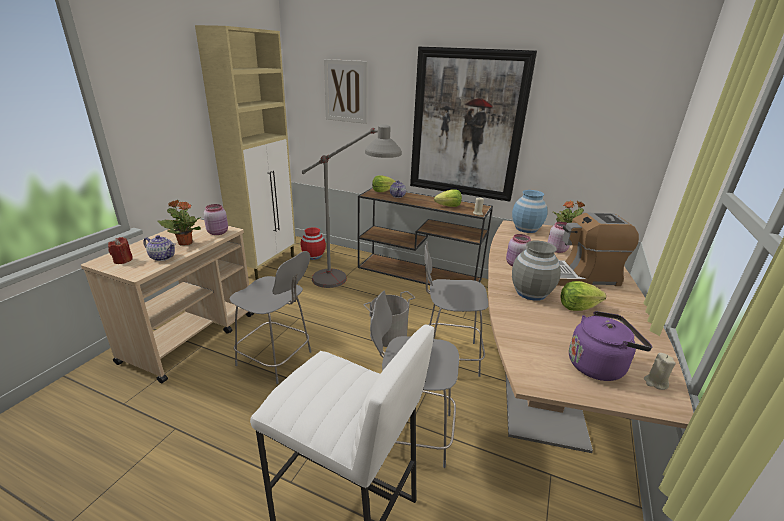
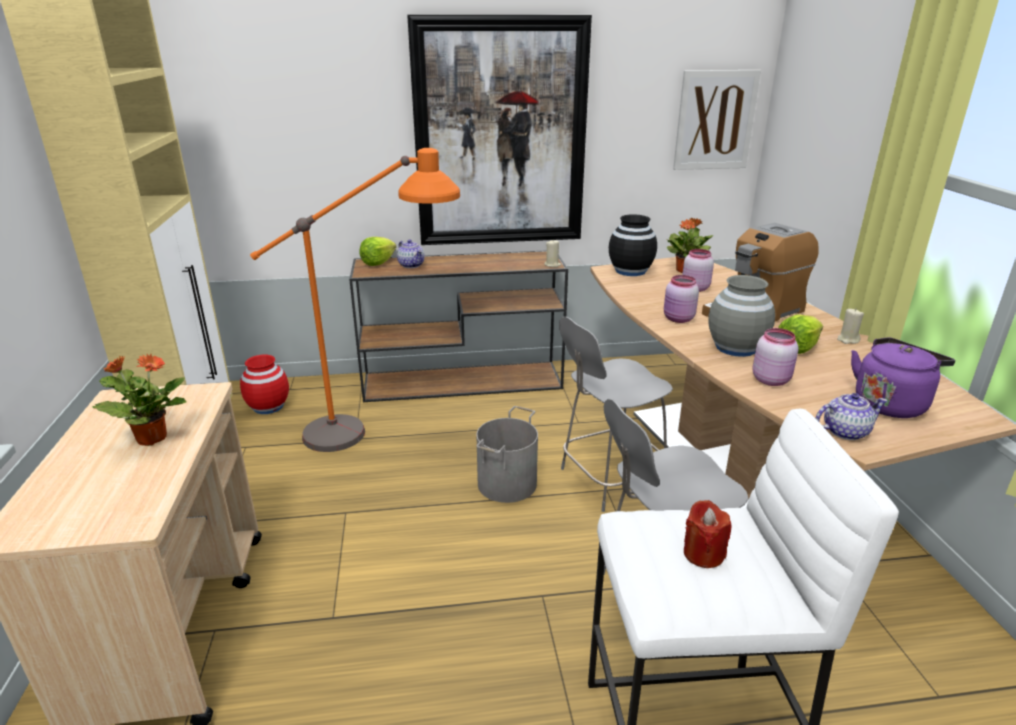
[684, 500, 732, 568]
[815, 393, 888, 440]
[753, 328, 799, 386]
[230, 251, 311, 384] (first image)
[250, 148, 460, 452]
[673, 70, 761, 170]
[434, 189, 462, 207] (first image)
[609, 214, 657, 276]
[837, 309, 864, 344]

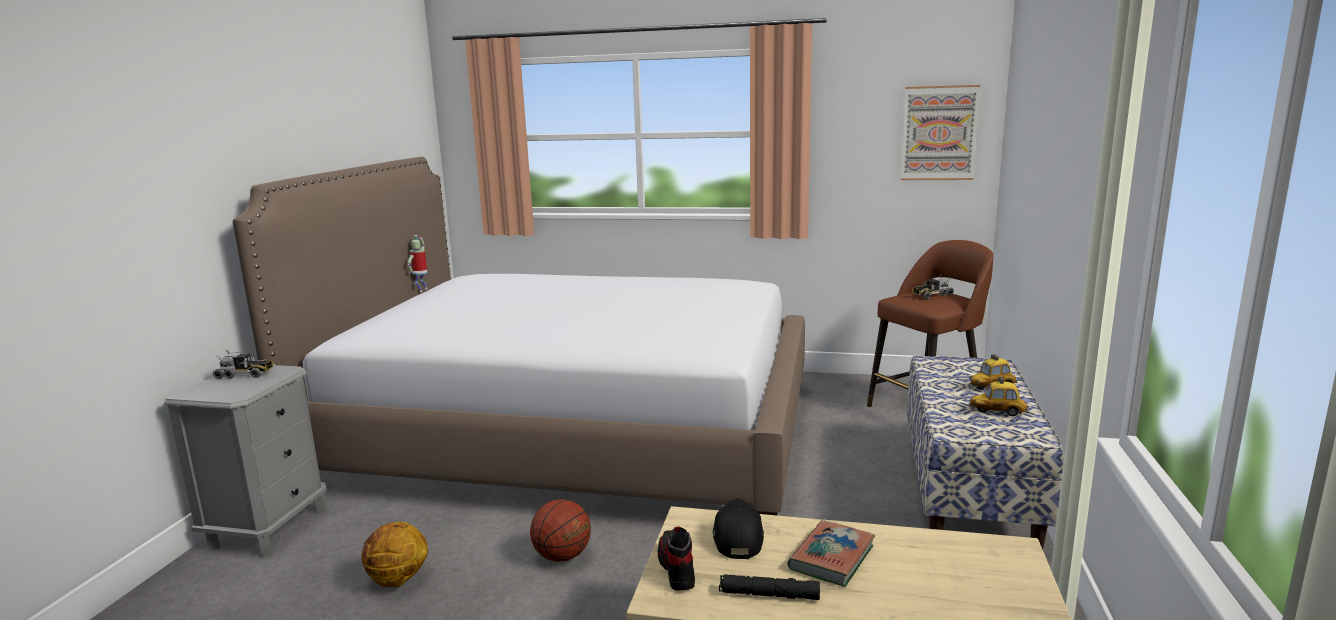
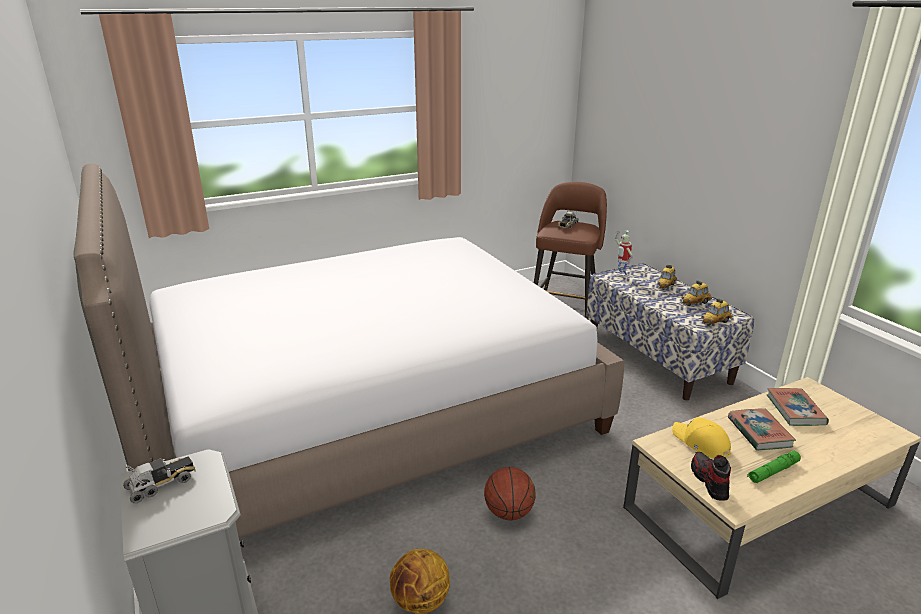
[615, 230, 633, 277]
[691, 452, 731, 501]
[672, 417, 731, 459]
[747, 451, 801, 483]
[901, 85, 980, 180] (first image)
[701, 298, 733, 325]
[767, 388, 829, 426]

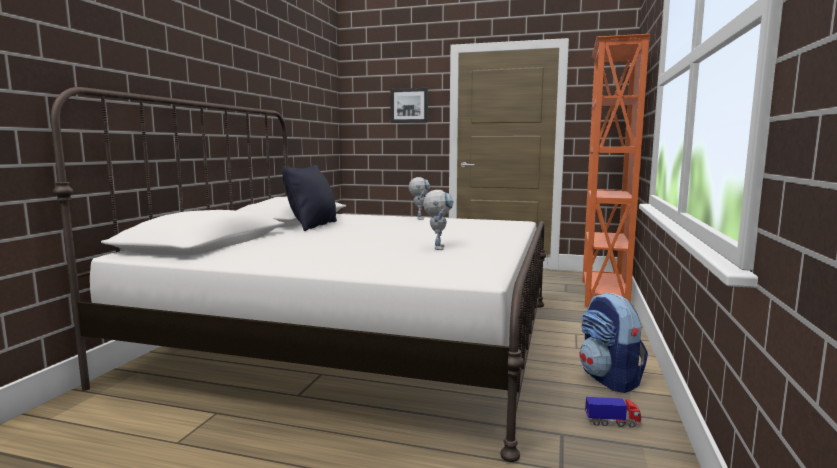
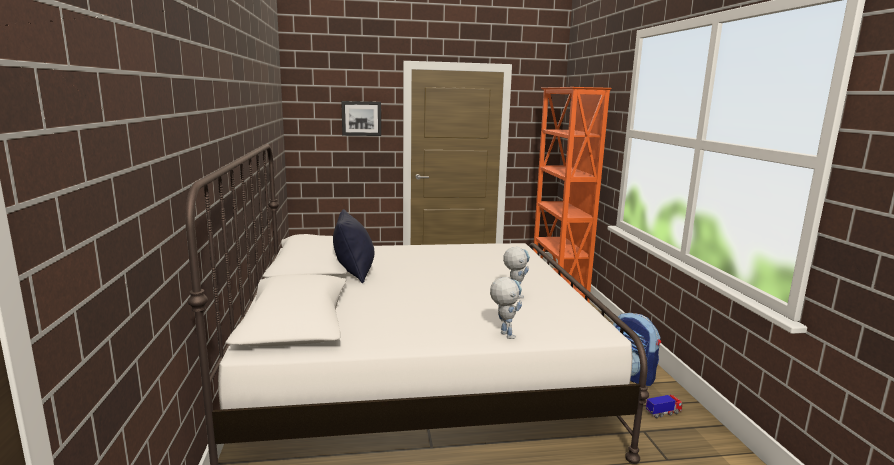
[490, 277, 522, 339]

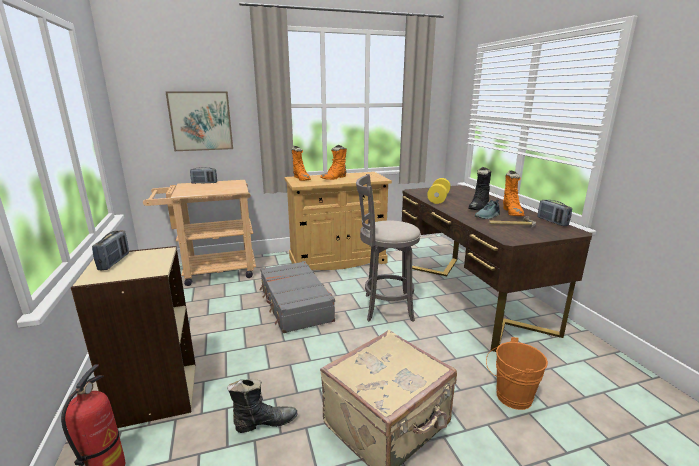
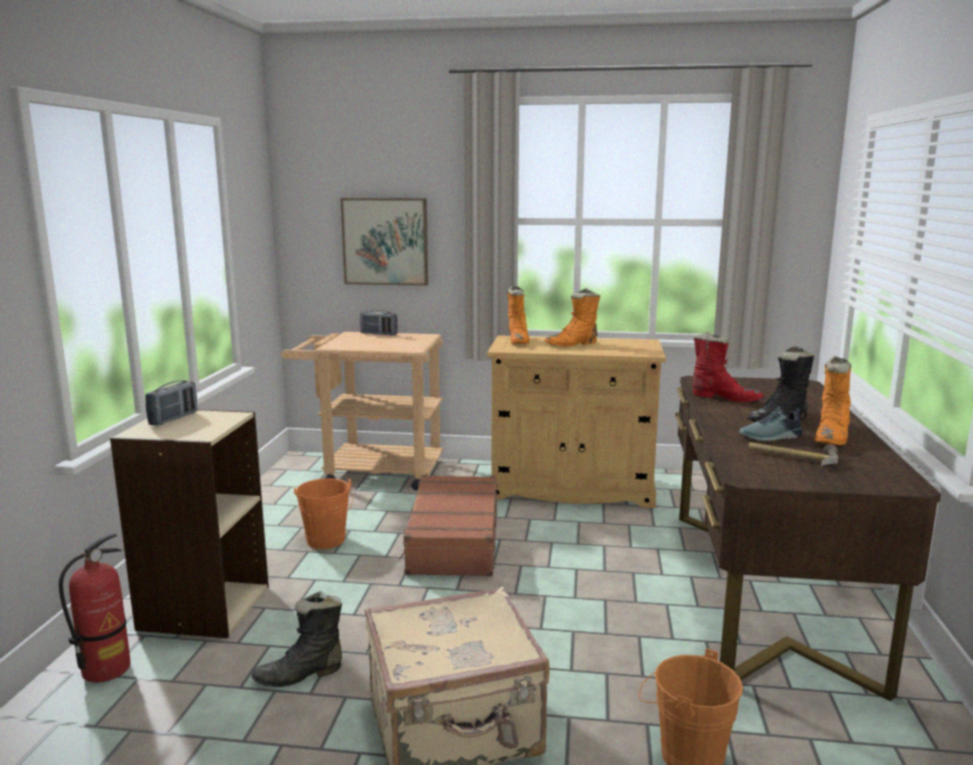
[252, 591, 342, 687]
[399, 475, 498, 576]
[356, 174, 421, 322] (first image)
[692, 332, 763, 402]
[537, 200, 572, 226] (first image)
[294, 478, 353, 549]

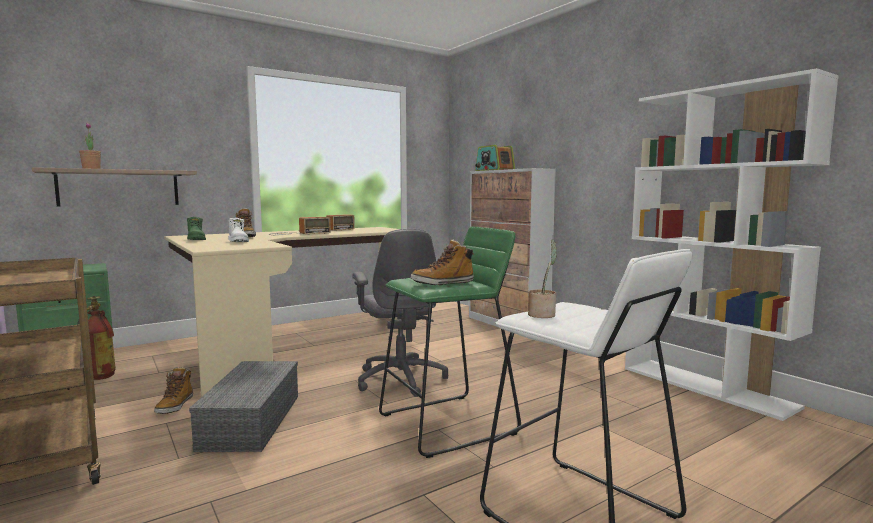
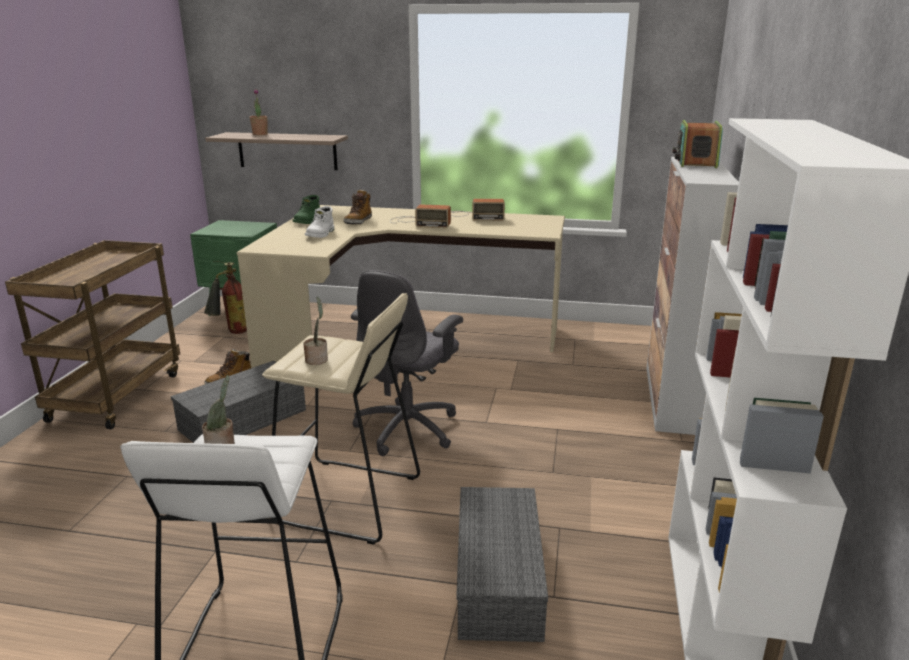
[262, 293, 420, 545]
[303, 297, 328, 365]
[456, 487, 548, 642]

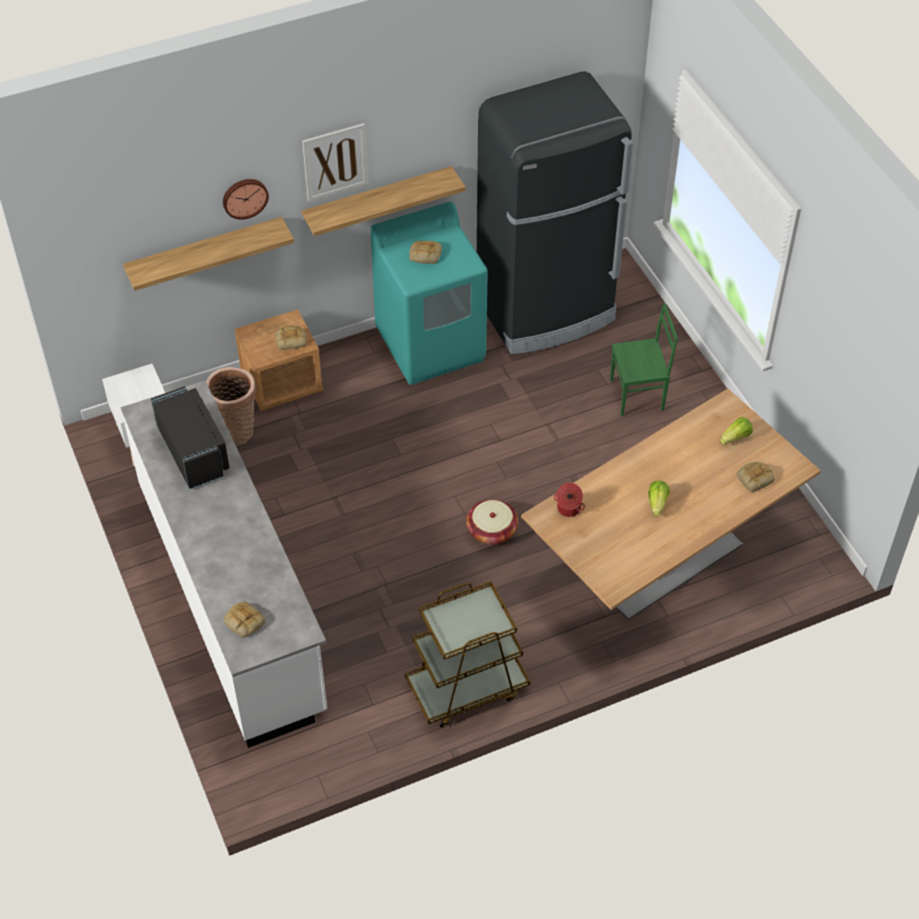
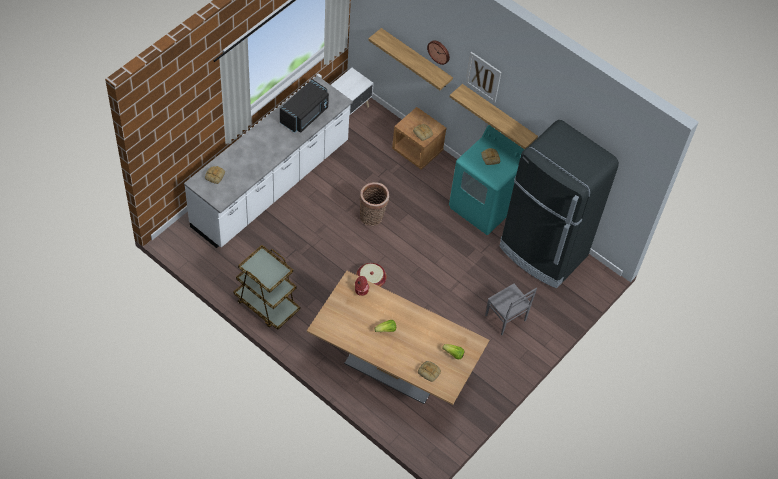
[360, 182, 389, 226]
[485, 284, 537, 335]

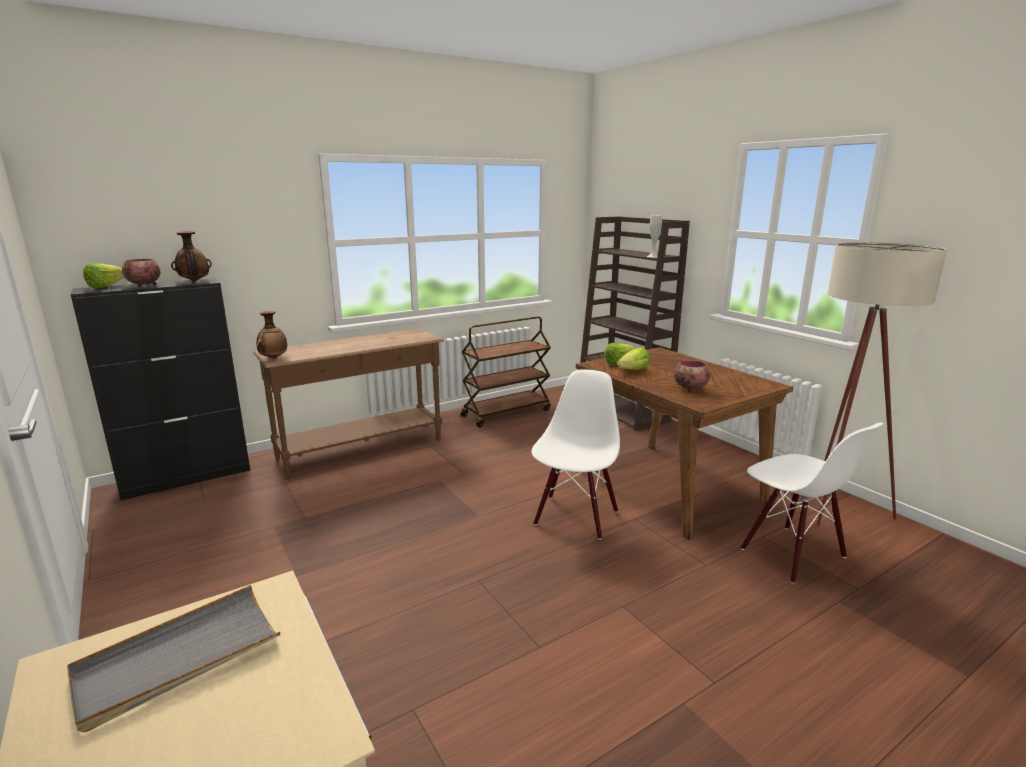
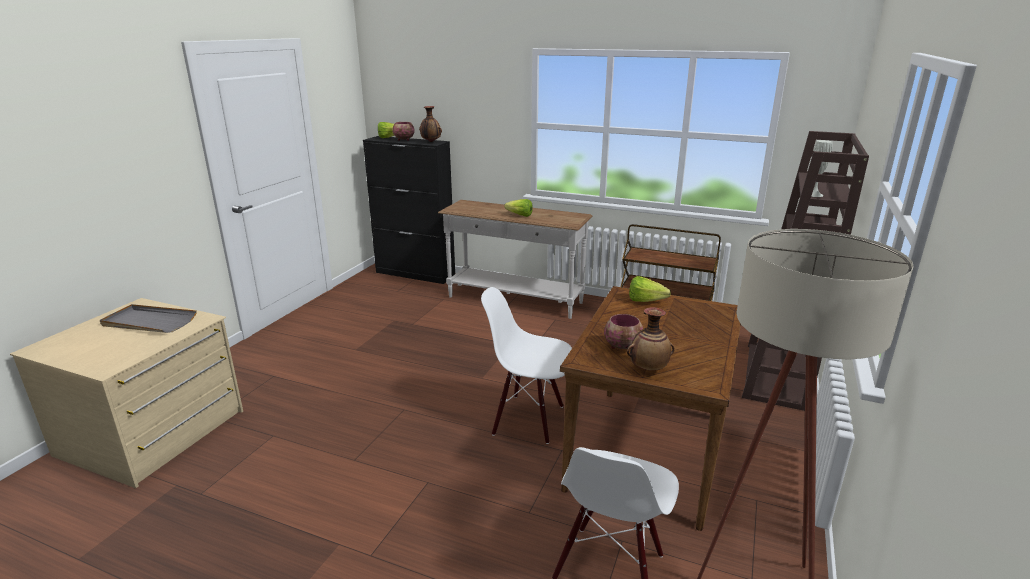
[438, 200, 592, 319]
[627, 307, 675, 371]
[481, 287, 572, 444]
[504, 199, 533, 217]

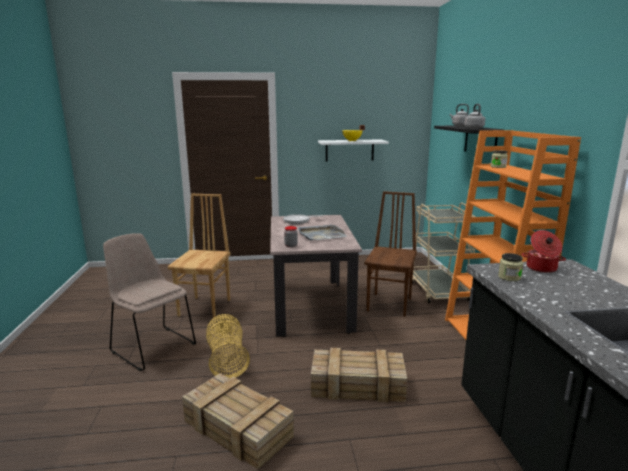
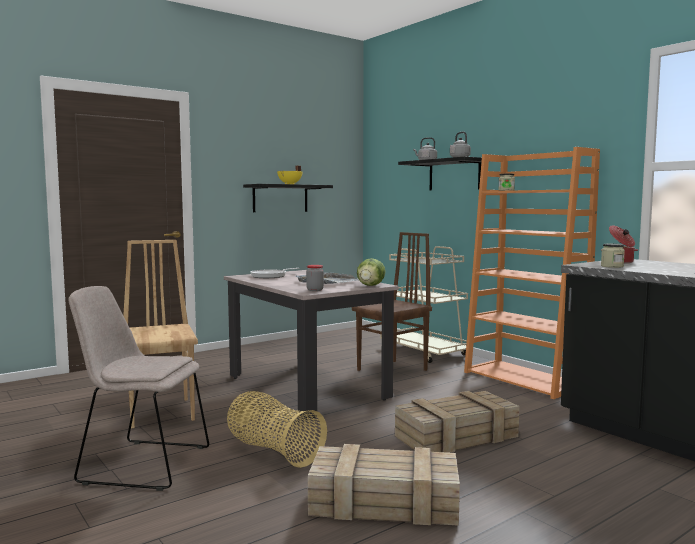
[243, 184, 333, 212]
[352, 232, 432, 371]
[357, 258, 386, 286]

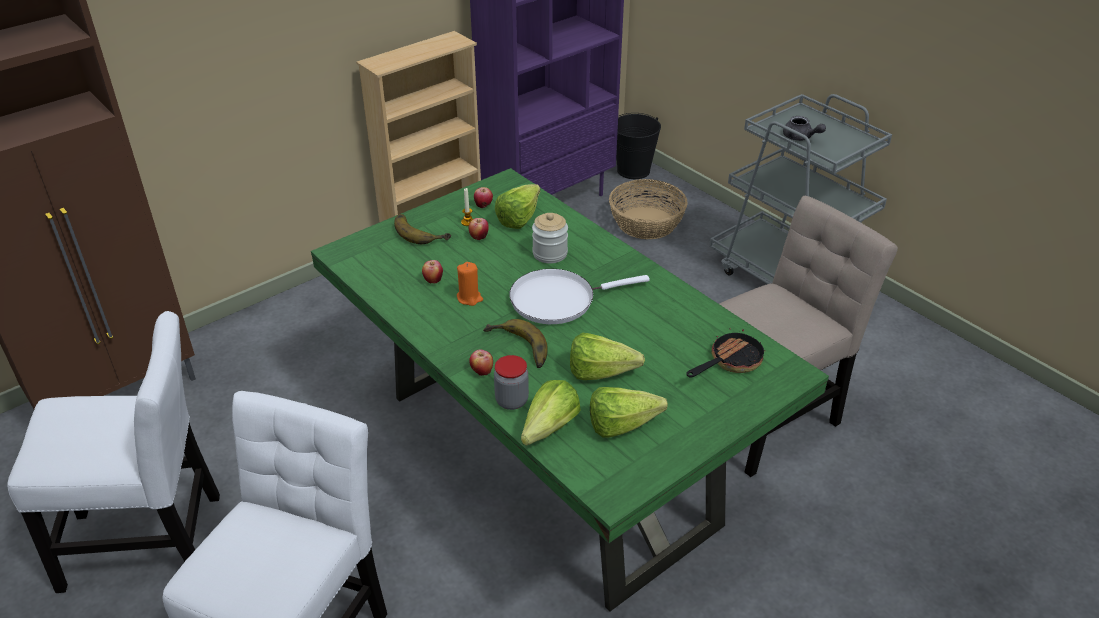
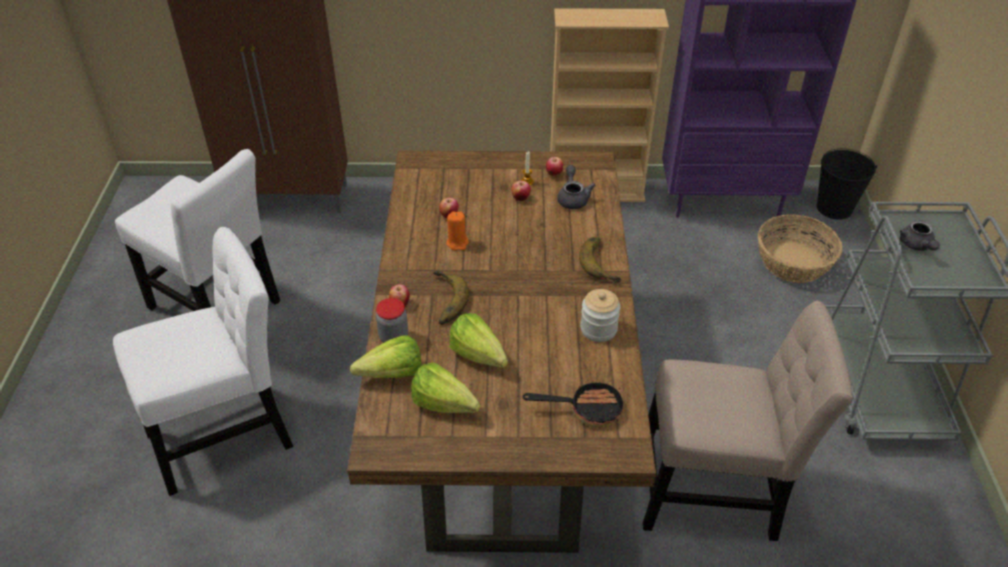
[347, 151, 656, 553]
[579, 237, 621, 283]
[557, 165, 595, 209]
[509, 269, 650, 324] (first image)
[580, 289, 620, 342]

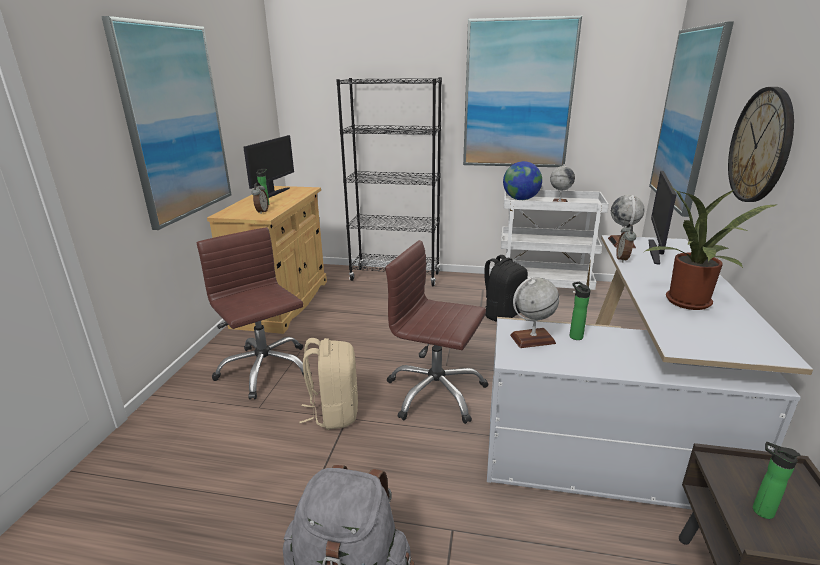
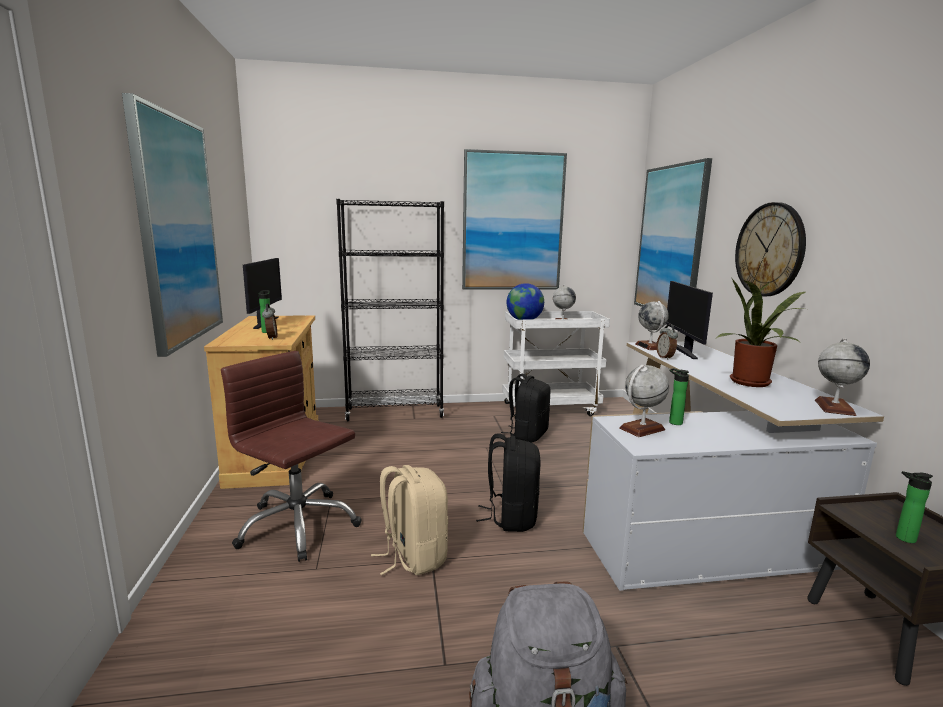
[476, 434, 541, 532]
[815, 338, 870, 416]

